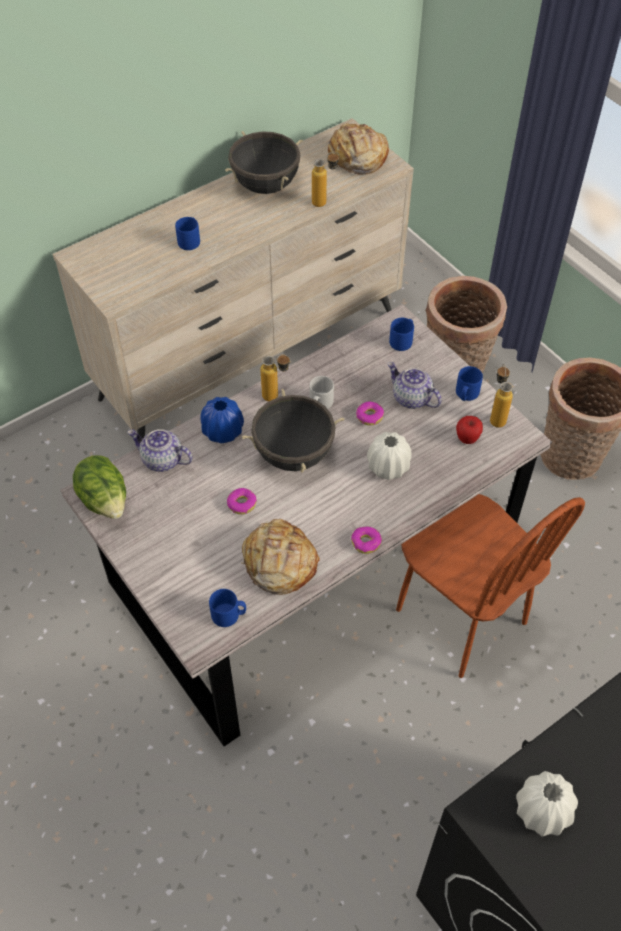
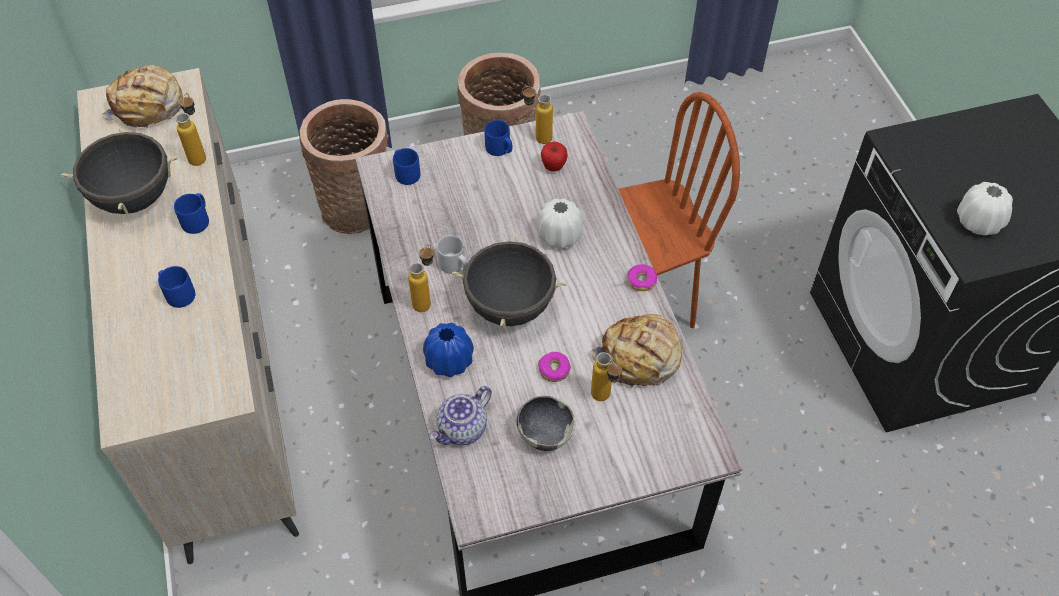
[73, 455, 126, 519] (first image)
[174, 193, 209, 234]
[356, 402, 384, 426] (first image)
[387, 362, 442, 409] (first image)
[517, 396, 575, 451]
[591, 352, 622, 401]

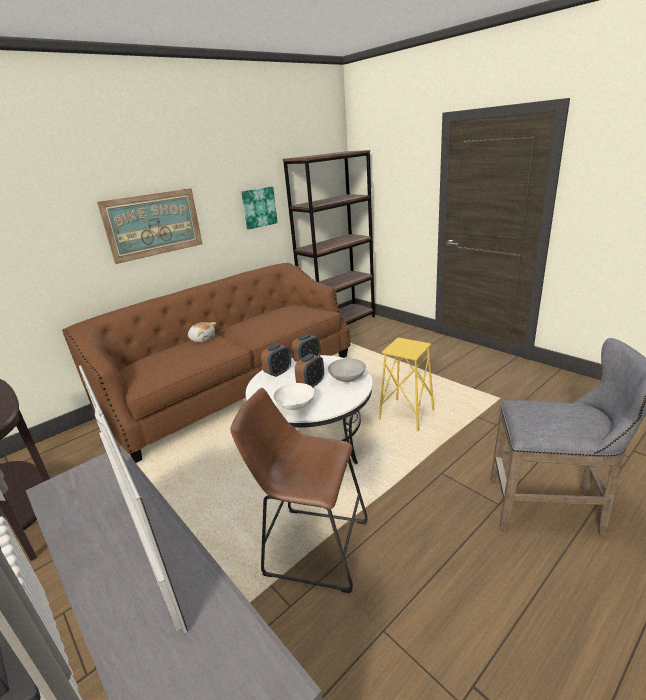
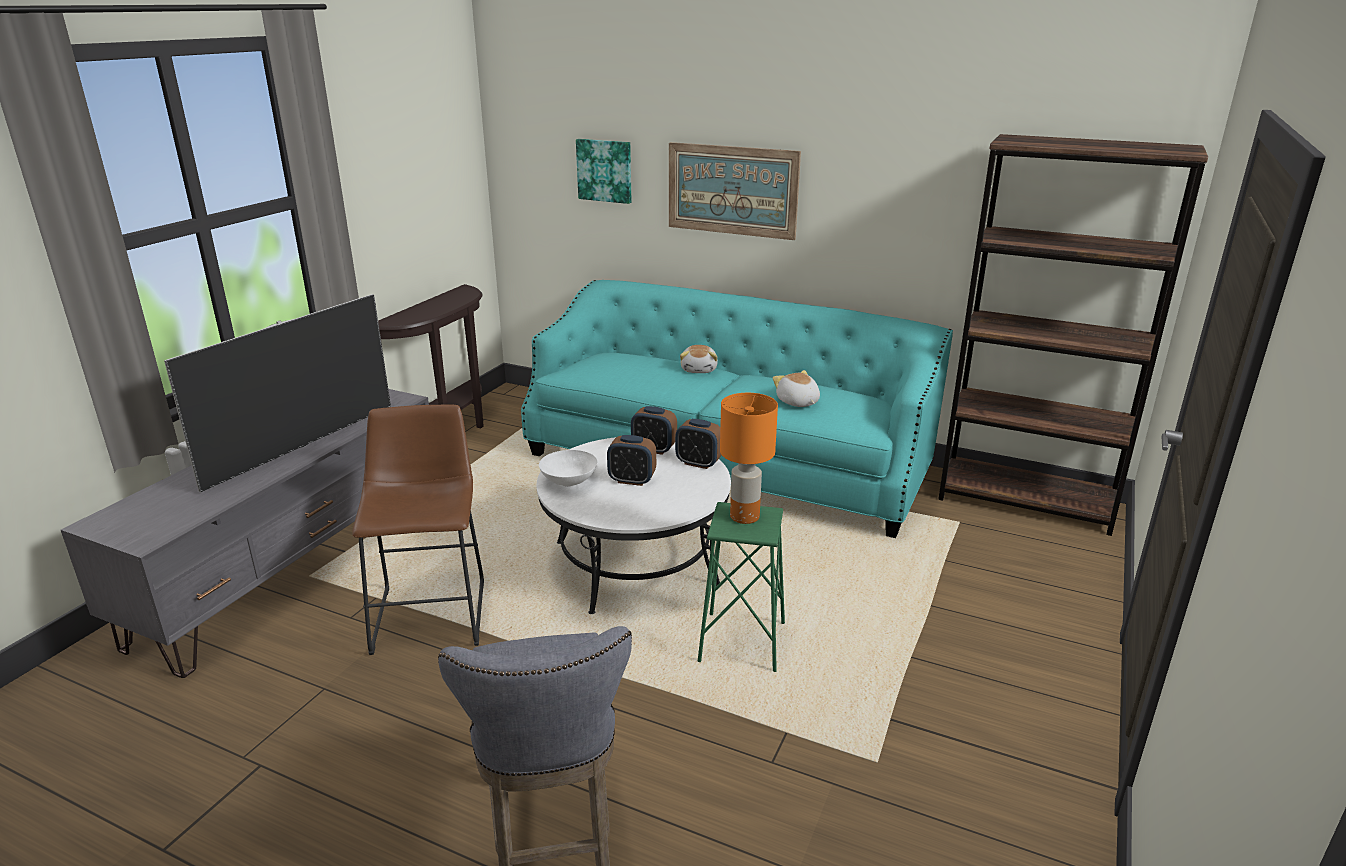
[521, 280, 953, 538]
[576, 139, 631, 204]
[328, 358, 366, 382] (first image)
[698, 502, 785, 672]
[720, 393, 778, 524]
[773, 370, 820, 407]

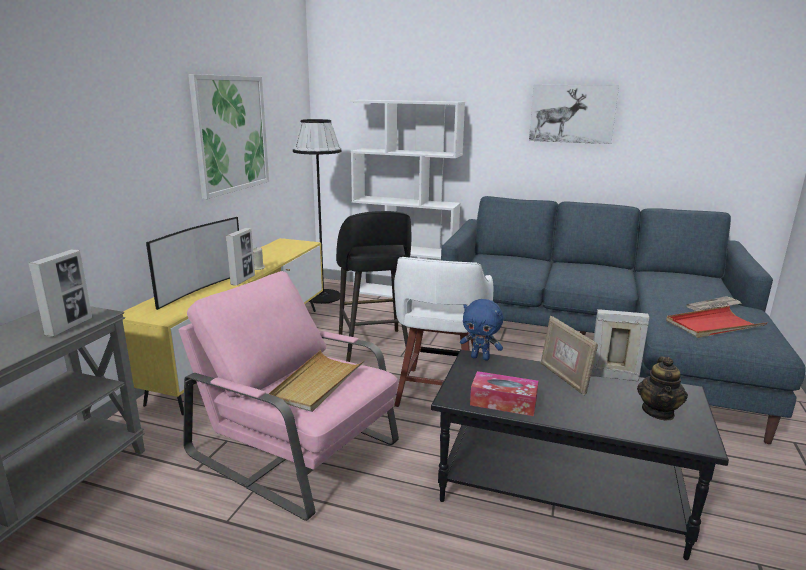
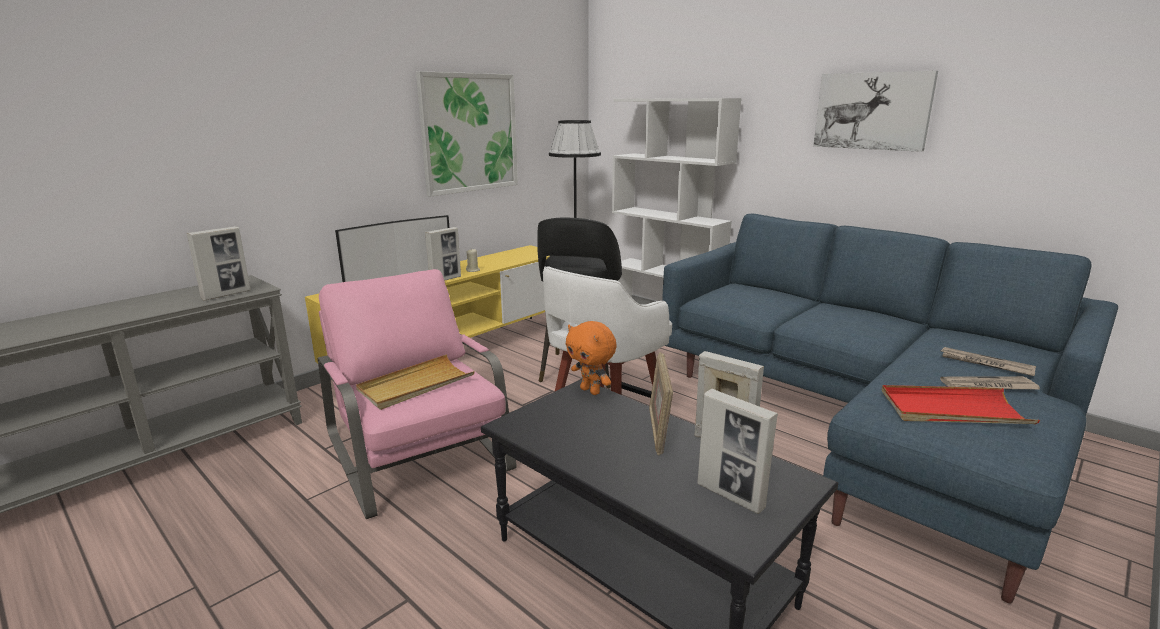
[565, 321, 617, 395]
[470, 371, 539, 416] (first image)
[697, 389, 778, 514]
[941, 347, 1036, 376]

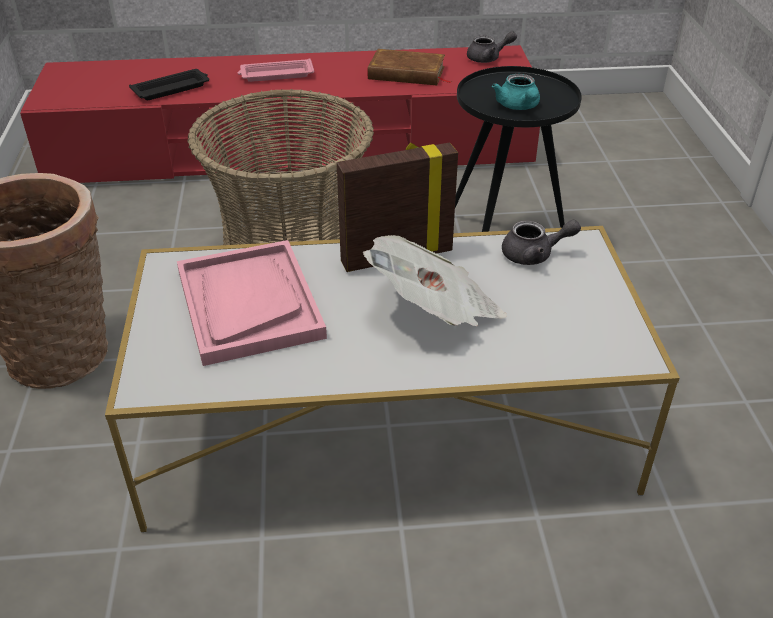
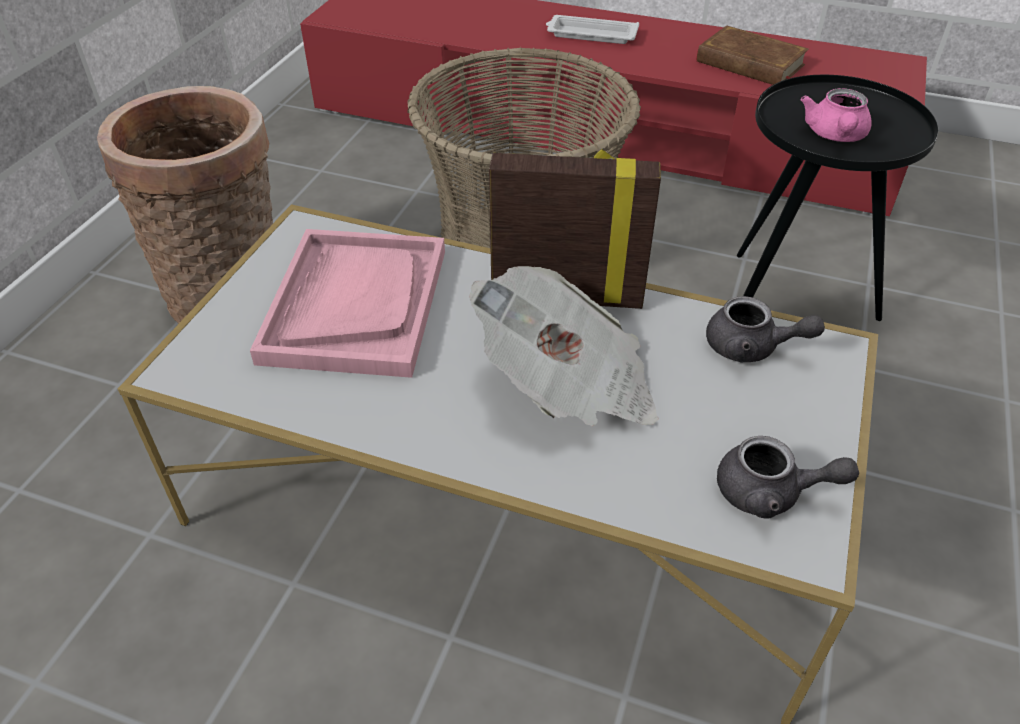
[129, 69, 209, 100] (first image)
[546, 15, 639, 44]
[717, 436, 859, 519]
[800, 88, 872, 142]

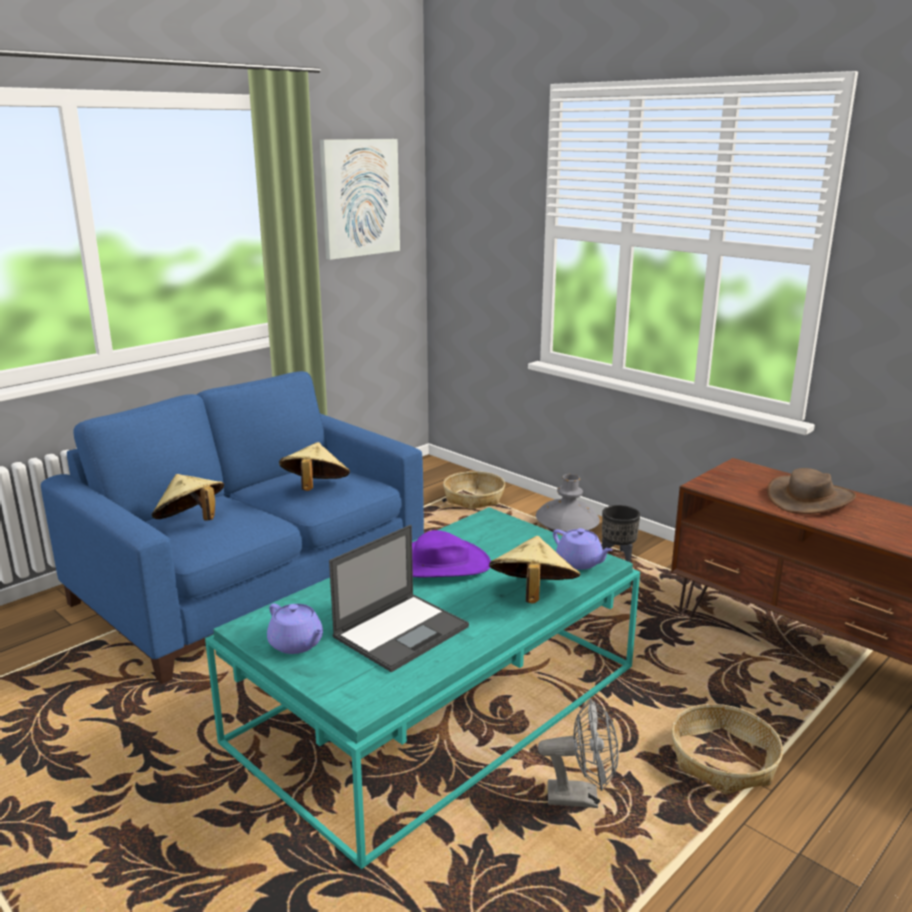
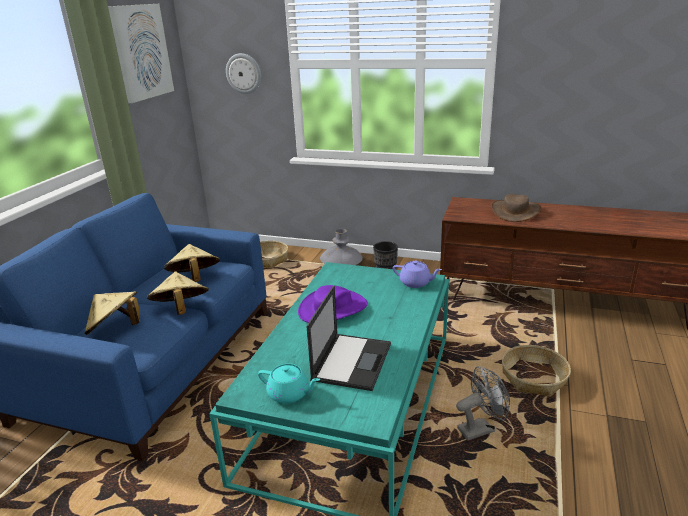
[258, 364, 320, 404]
[147, 272, 209, 315]
[226, 53, 261, 94]

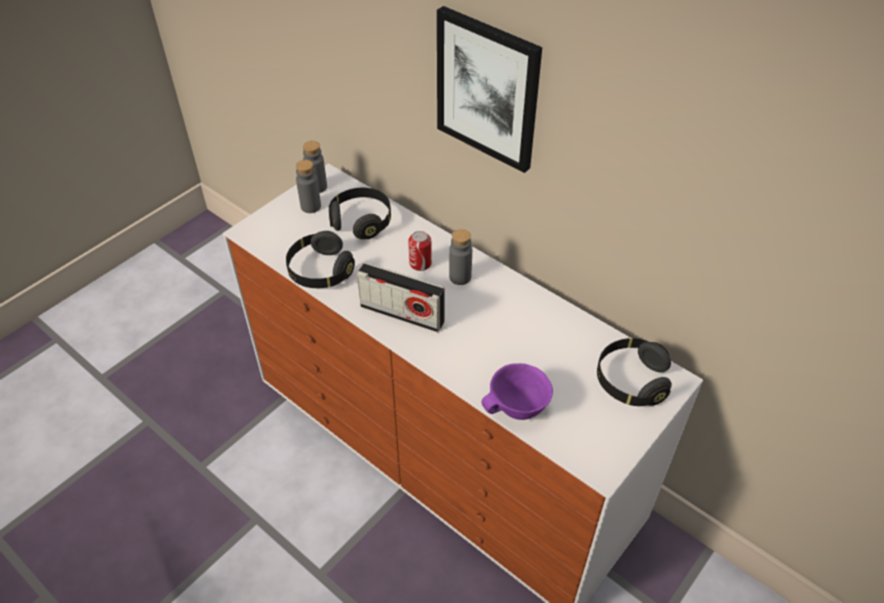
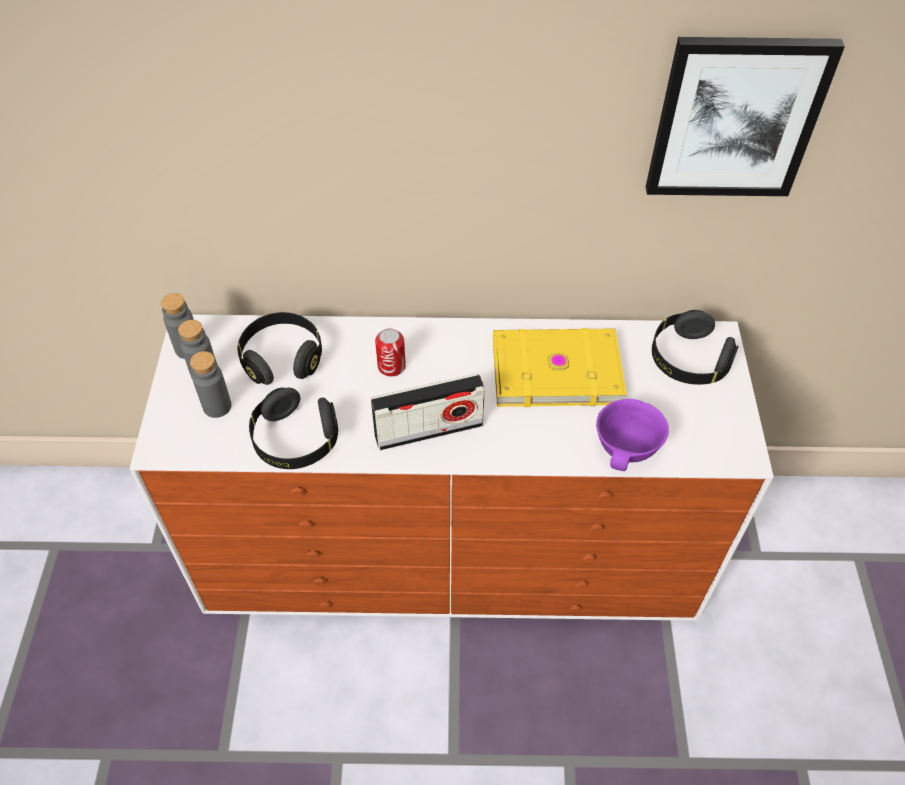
[646, 37, 845, 196]
[190, 351, 231, 418]
[493, 328, 627, 407]

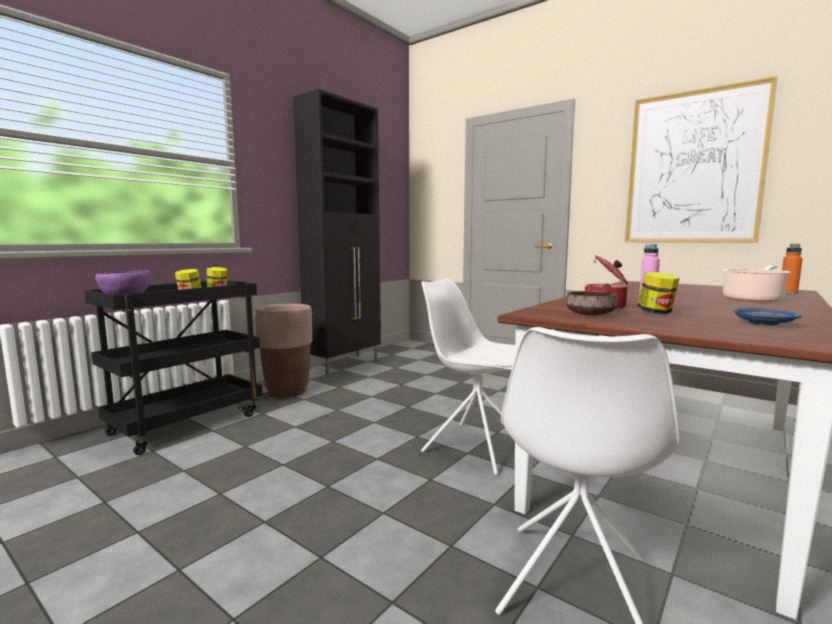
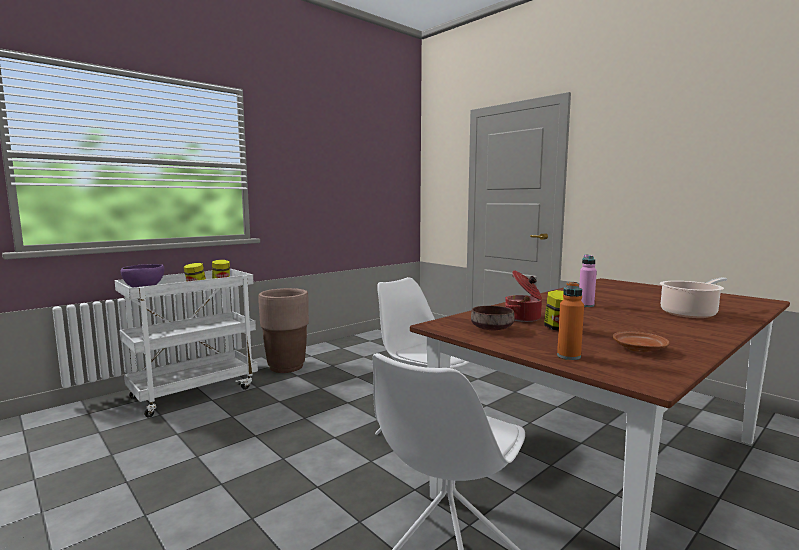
[114, 269, 258, 417]
[293, 89, 381, 375] (first image)
[625, 76, 778, 243] (first image)
[612, 331, 670, 352]
[557, 282, 584, 360]

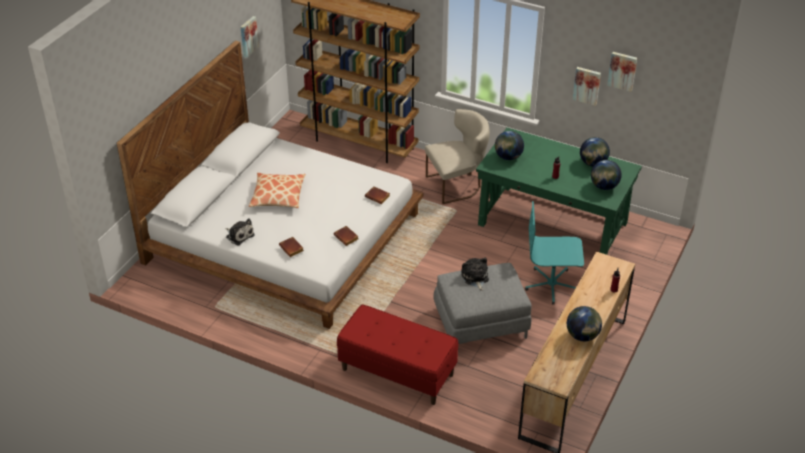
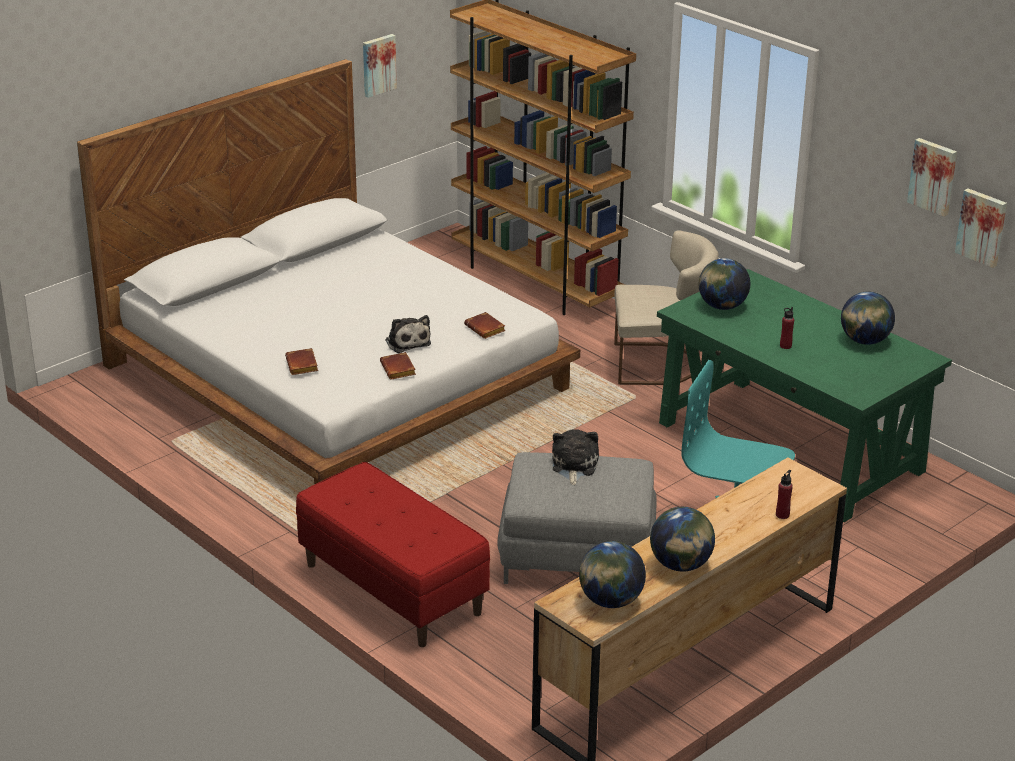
[385, 315, 431, 353]
[249, 173, 306, 208] (first image)
[955, 189, 1007, 268]
[579, 541, 646, 608]

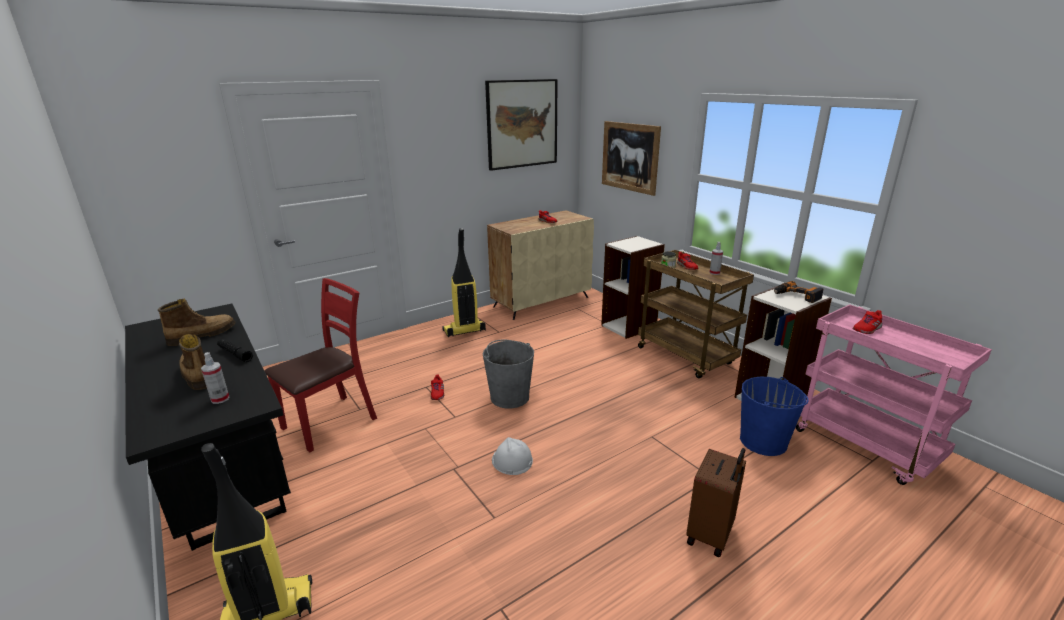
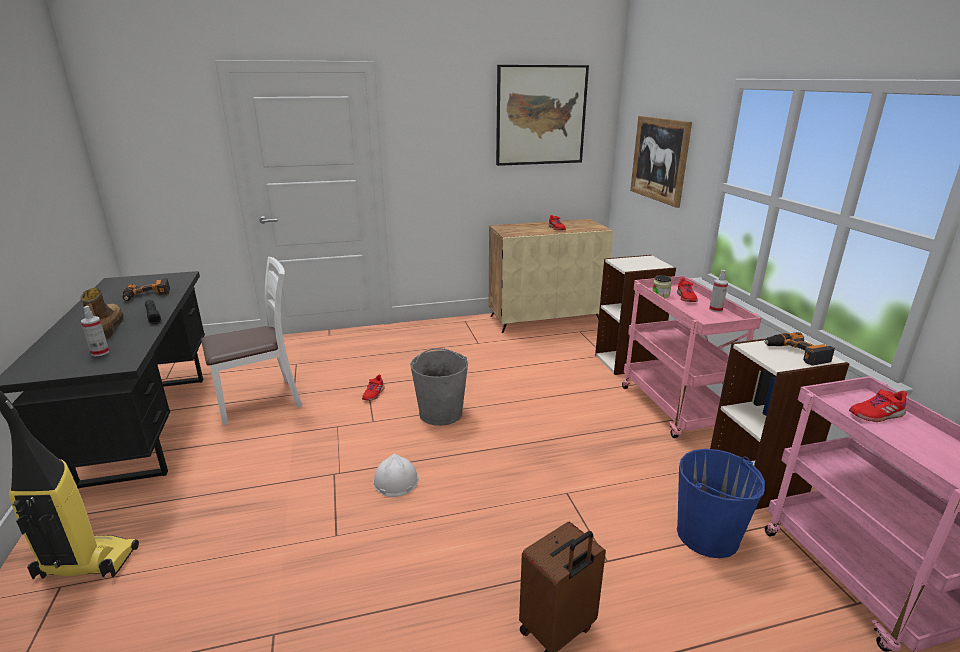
[122, 278, 170, 301]
[201, 257, 302, 425]
[442, 228, 486, 337] (first image)
[622, 276, 761, 438]

